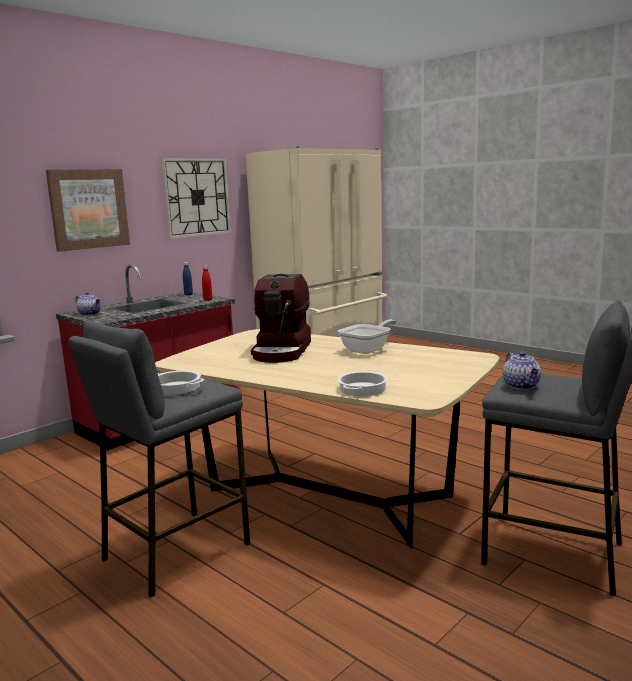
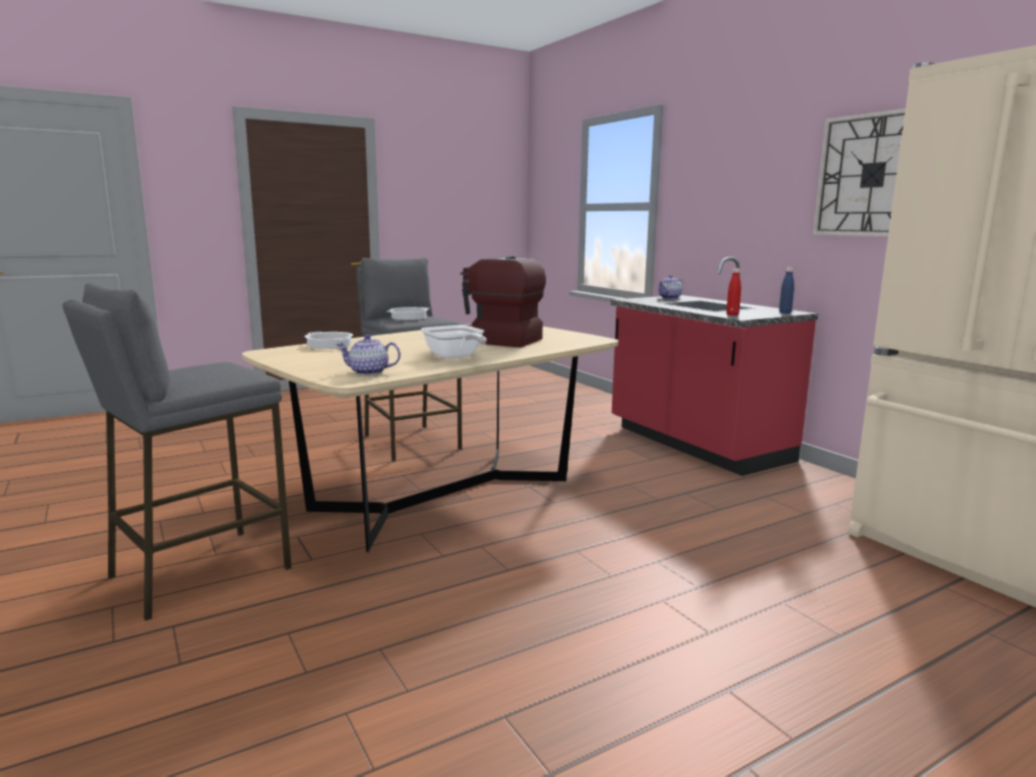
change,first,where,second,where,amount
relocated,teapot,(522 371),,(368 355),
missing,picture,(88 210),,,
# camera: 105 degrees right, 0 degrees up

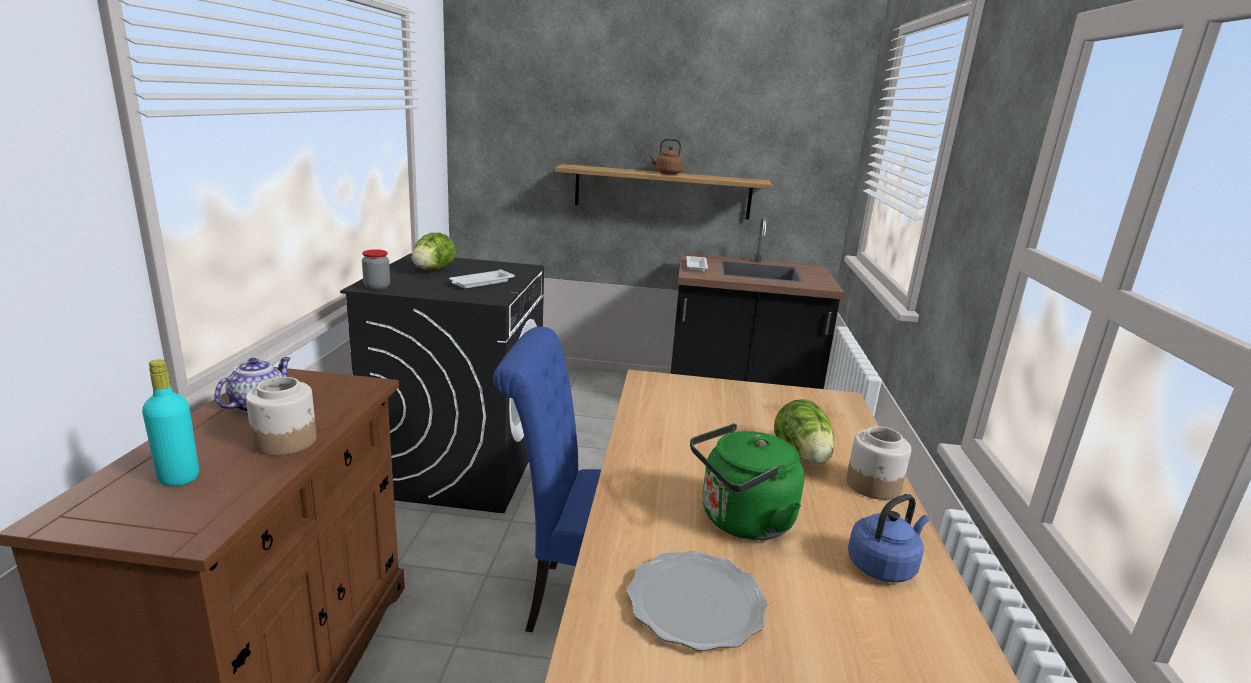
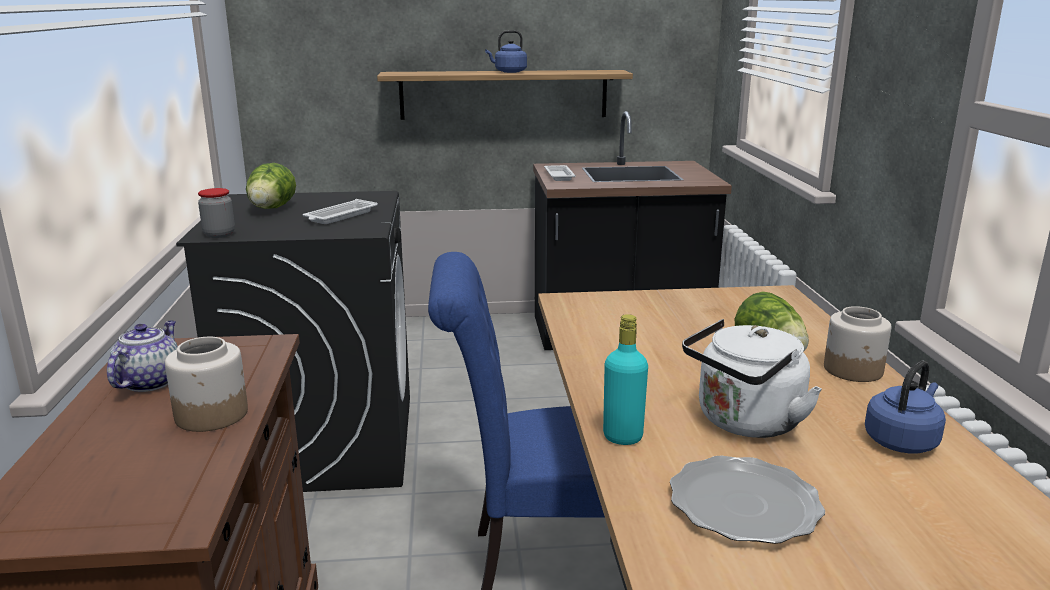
change,first,where,second,where,amount
colour,brown kettle,(665 156),blue kettle,(506 51),
relocated,turquoise bottle,(170 422),,(625 379),
colour,green kettle,(747 481),white kettle,(752 378),
# camera: 10 degrees left, 0 degrees up

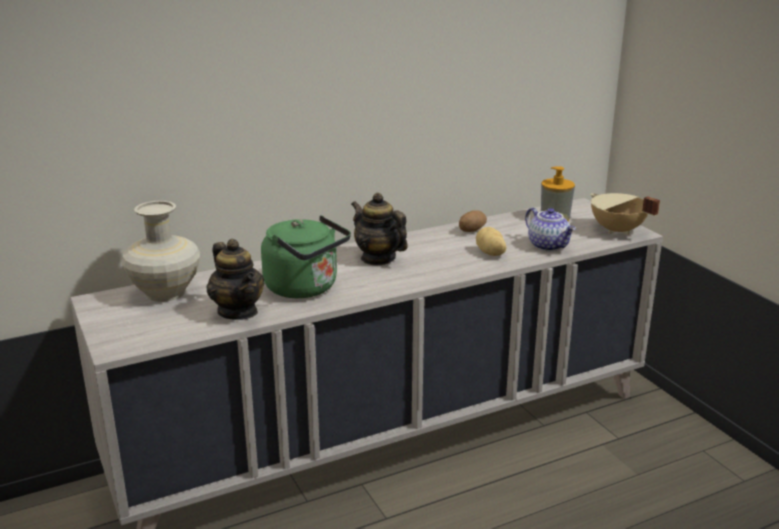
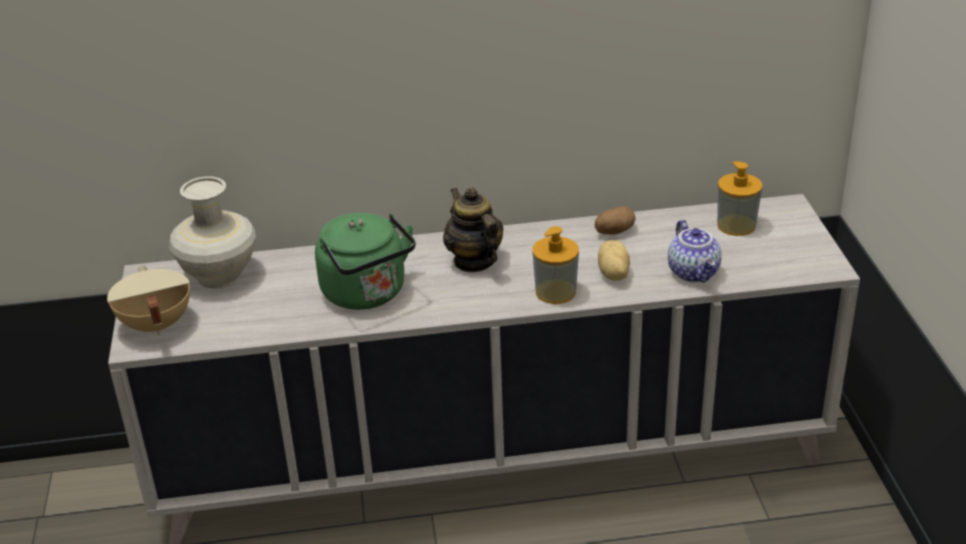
change,first,where,second,where,amount
relocated,beige cooking pot,(625 214),,(148 300),
appeared,,,soap dispenser,(556 265),
missing,teapot,(236 279),,,
# camera: 20 degrees right, 10 degrees up

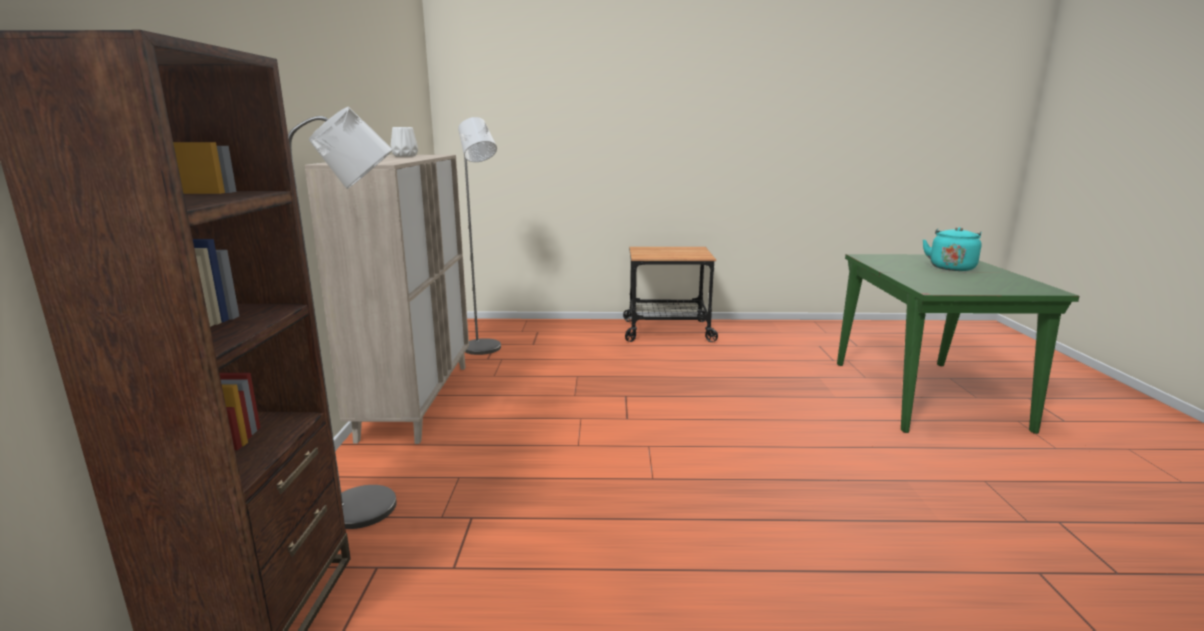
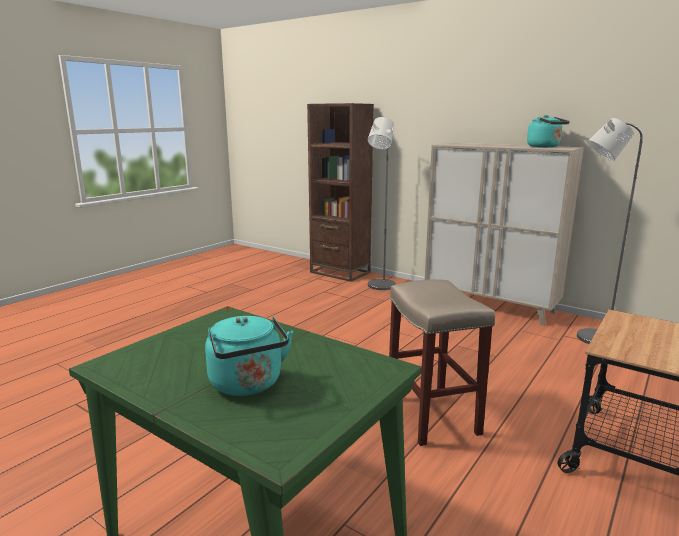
change,first,where,second,where,amount
appeared,,,beige stool,(442 362),
exchanged,white vase,(404 142),turquoise kettle,(548 131),
# camera: 125 degrees right, 0 degrees up

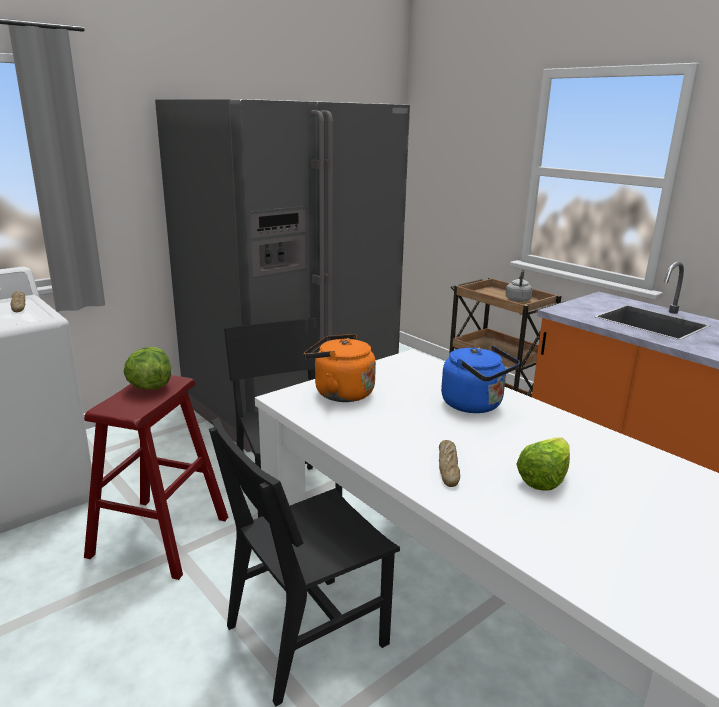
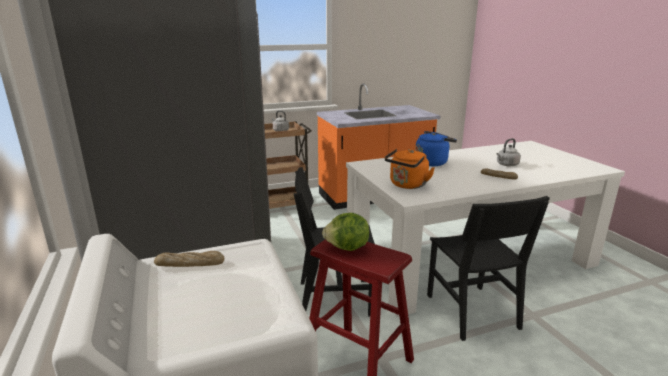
change,first,where,second,where,amount
exchanged,lettuce,(543 463),grey kettle,(509 152),
# camera: 70 degrees left, 0 degrees up

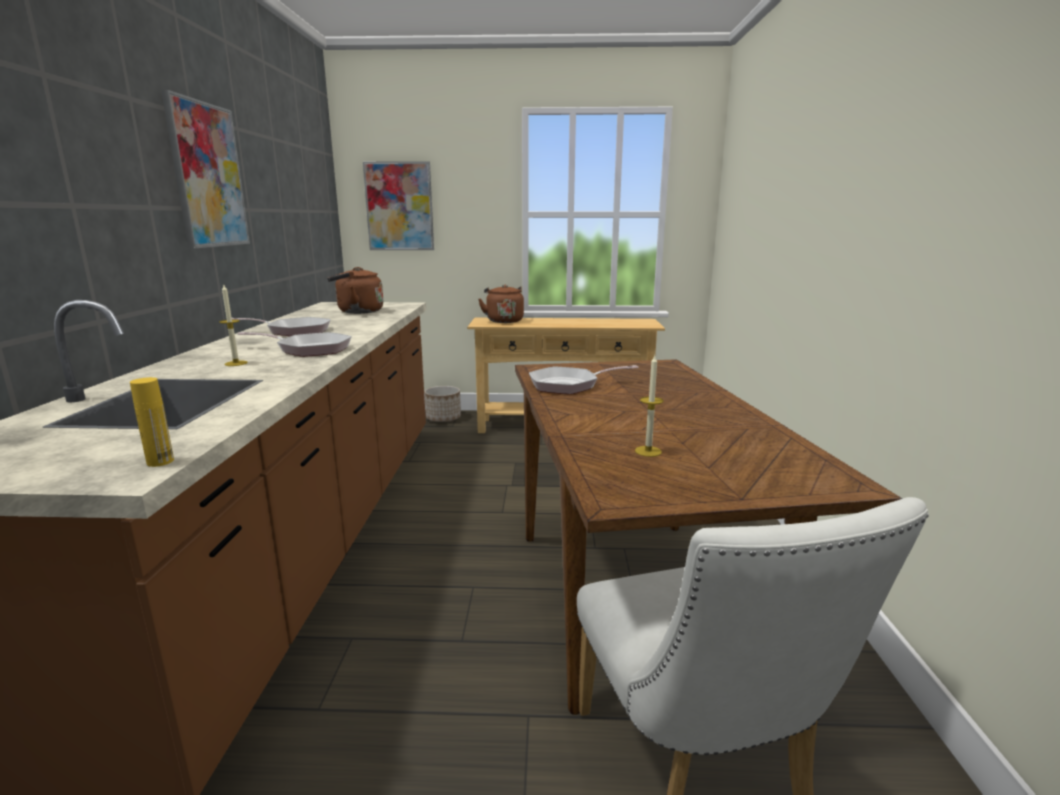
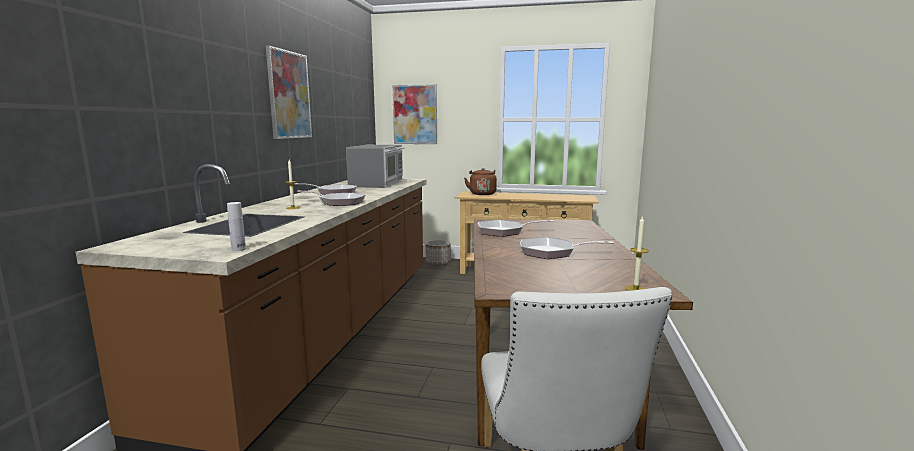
change,first,where,second,where,amount
colour,yellow bottle,(152 422),white bottle,(236 226),
exchanged,brown kettle,(355 290),microwave,(375 166),
appeared,,,frying pan,(567 248),
relocated,candle,(649 406),,(637 254),
# camera: 10 degrees right, 5 degrees down

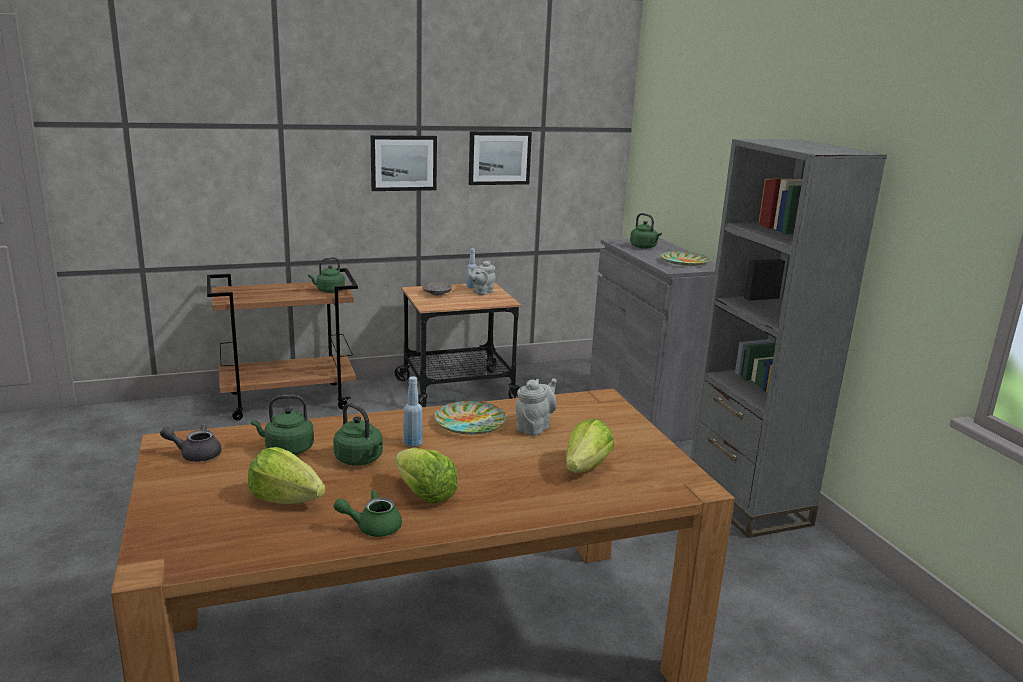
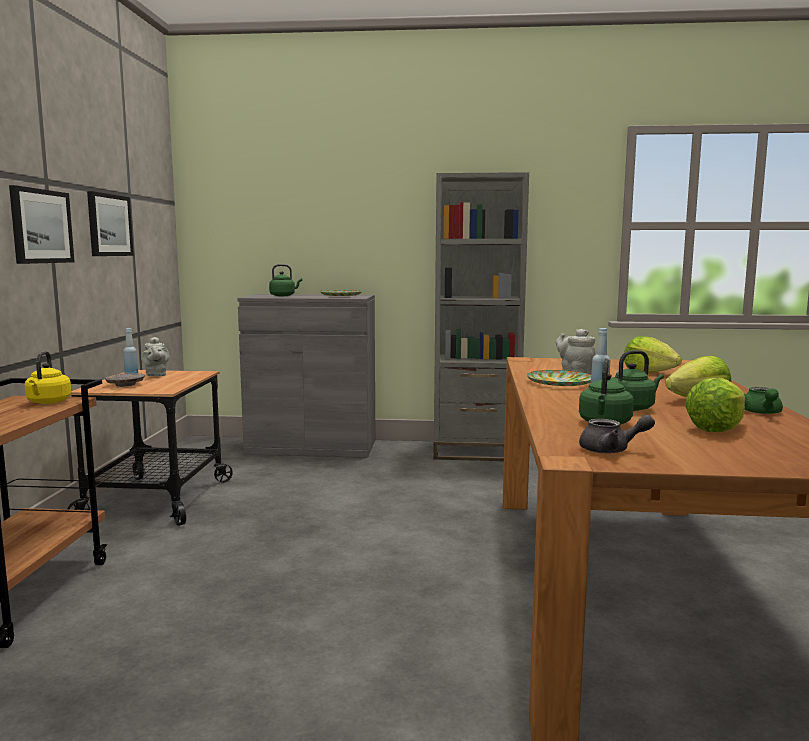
change,first,where,second,where,amount
colour,green kettle,(326 275),yellow kettle,(48 377),
spun,grey teapot,(190 442),,(617 434),105 degrees counterclockwise
# camera: 65 degrees left, 10 degrees down

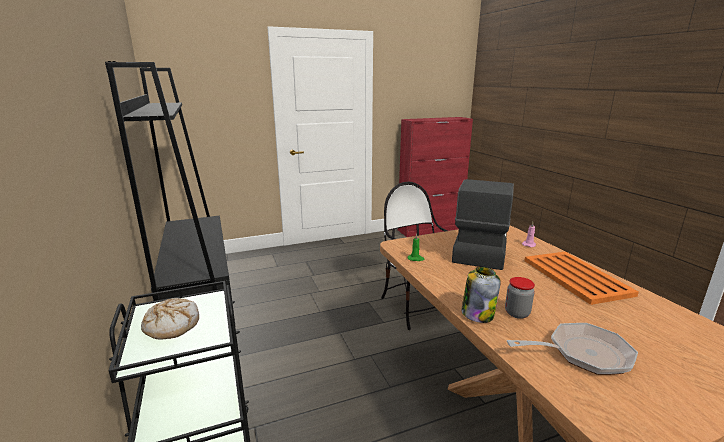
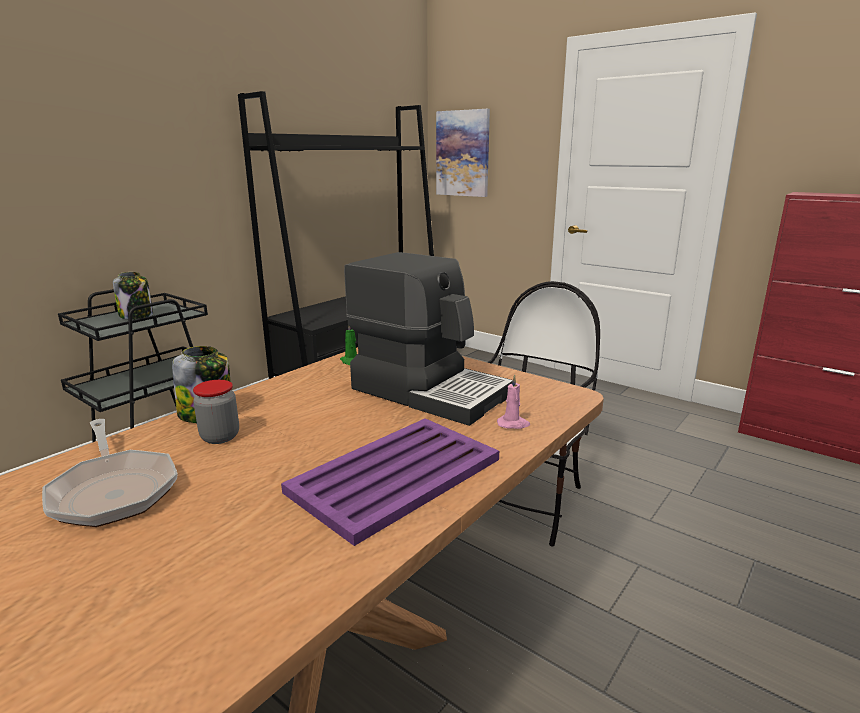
change,first,where,second,where,amount
exchanged,bread,(170 319),jar,(133 296),
colour,orange tray,(582 278),purple tray,(390 482),
spun,coffee machine,(483 224),,(428 339),45 degrees clockwise
appeared,,,picture,(463 153),
# camera: 60 degrees right, 0 degrees up

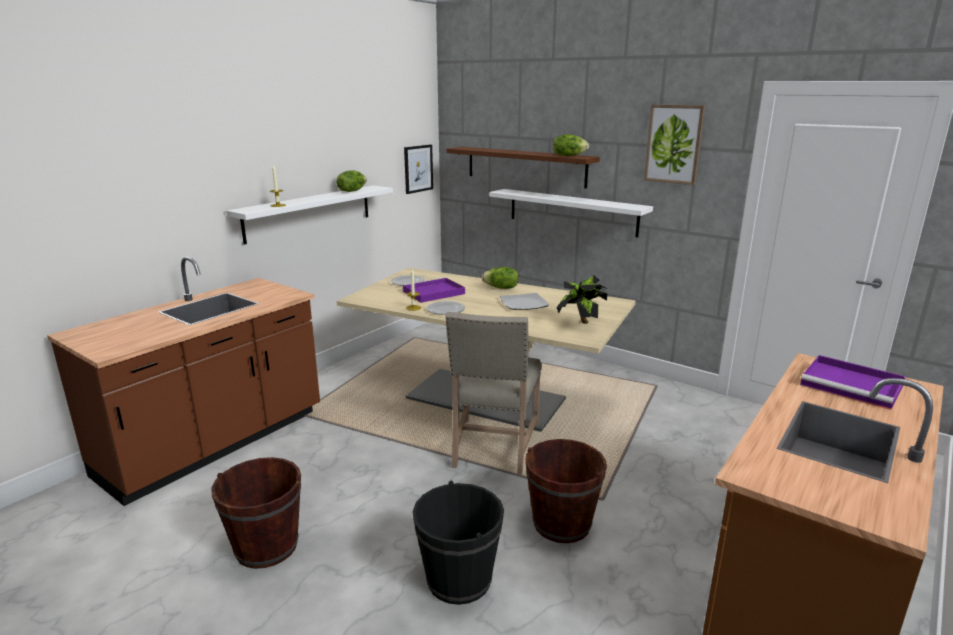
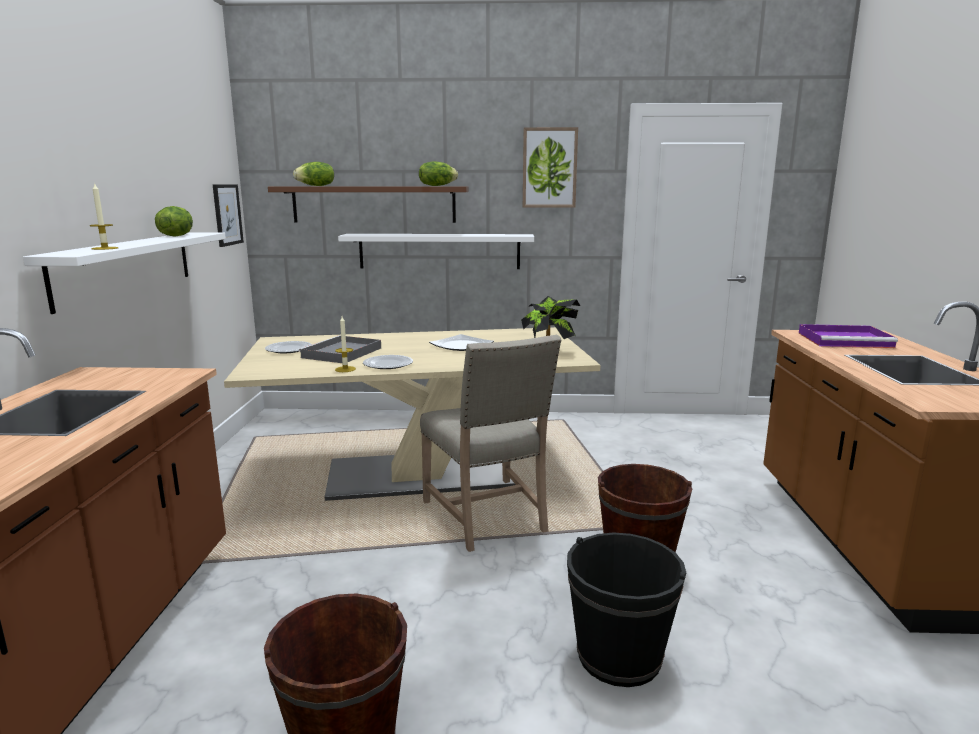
change,first,where,second,where,amount
relocated,lettuce,(500 278),,(313 174),
colour,purple tray,(433 290),grey tray,(340 349),
# camera: 35 degrees left, 5 degrees down

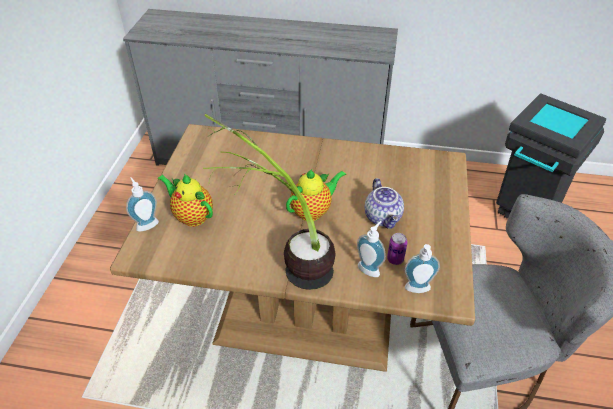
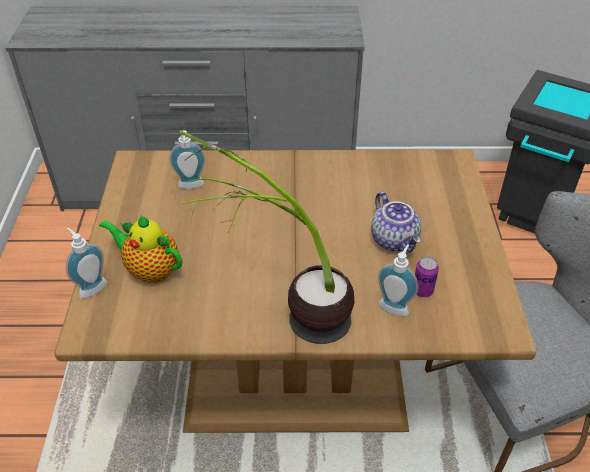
change,first,where,second,where,amount
relocated,soap dispenser,(422 268),,(187 159),
missing,teapot,(316 195),,,
# camera: 10 degrees left, 0 degrees up

